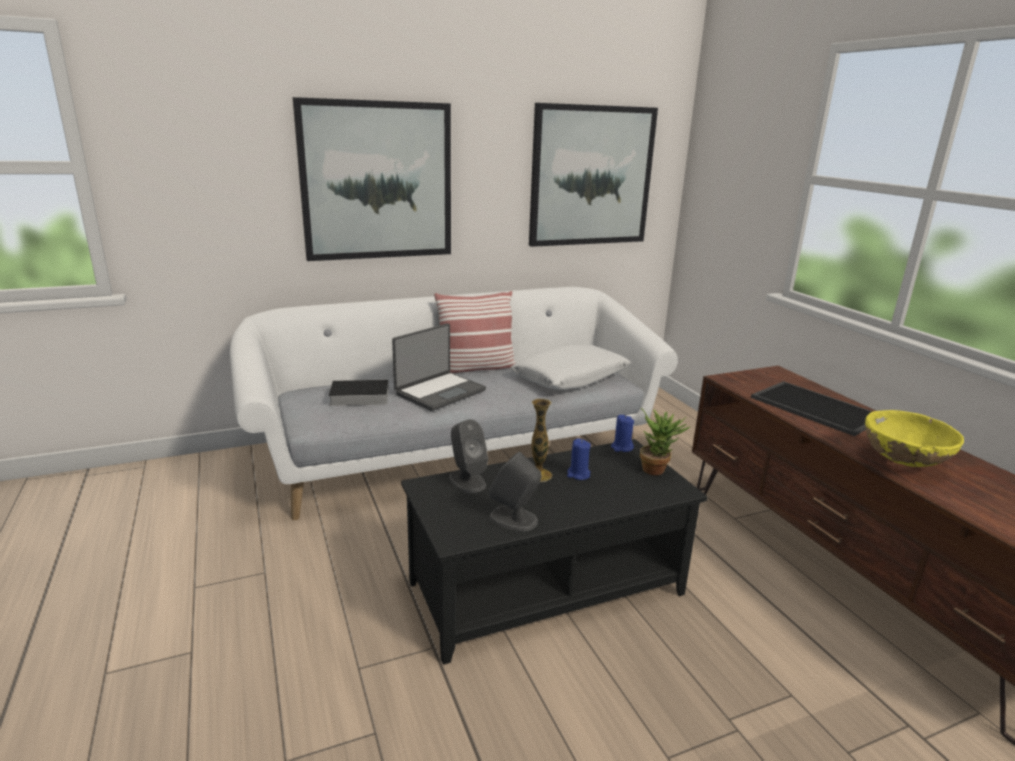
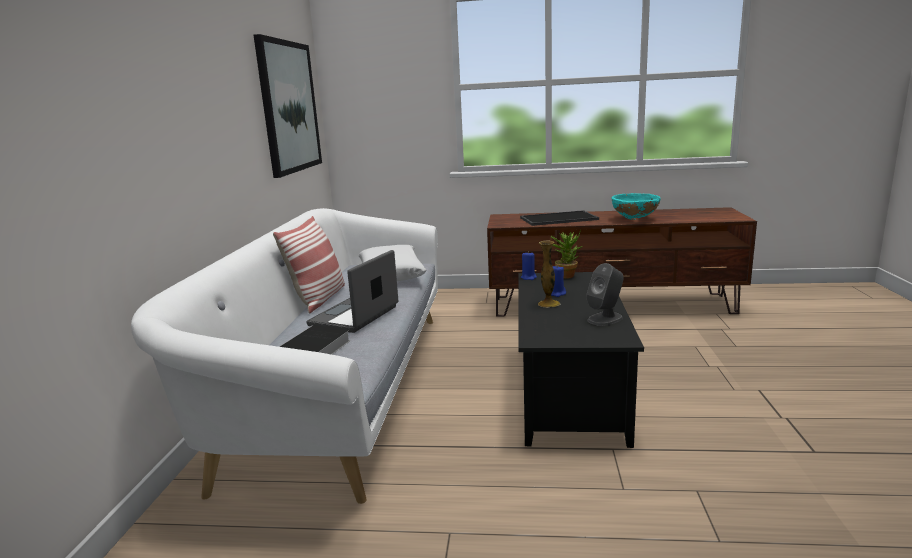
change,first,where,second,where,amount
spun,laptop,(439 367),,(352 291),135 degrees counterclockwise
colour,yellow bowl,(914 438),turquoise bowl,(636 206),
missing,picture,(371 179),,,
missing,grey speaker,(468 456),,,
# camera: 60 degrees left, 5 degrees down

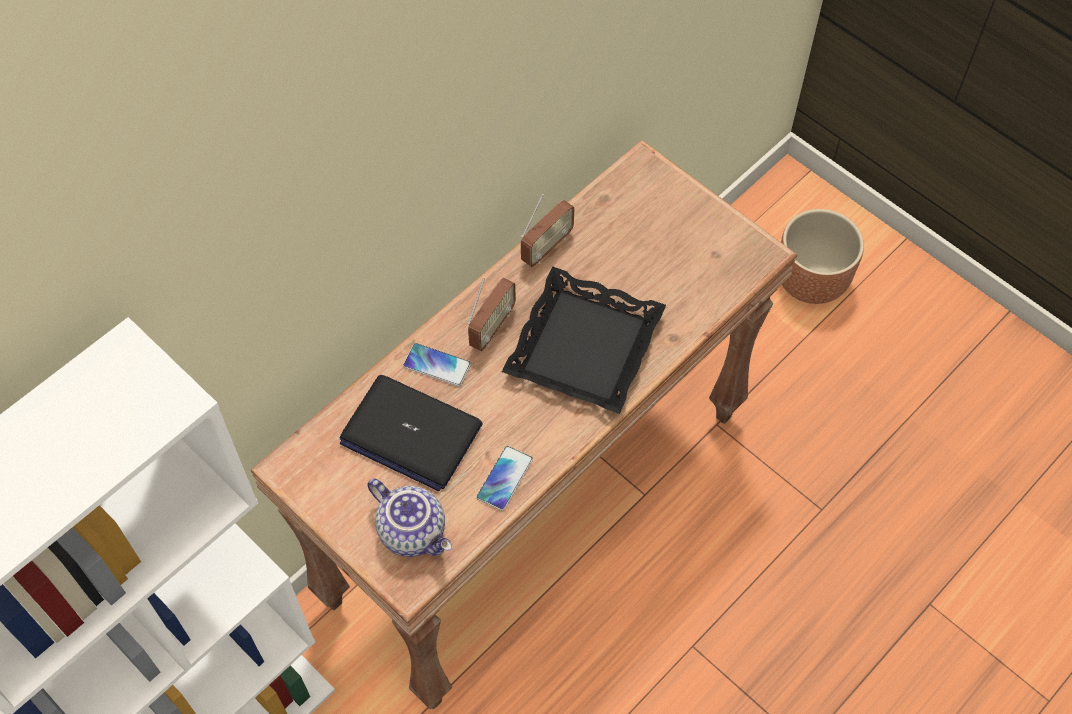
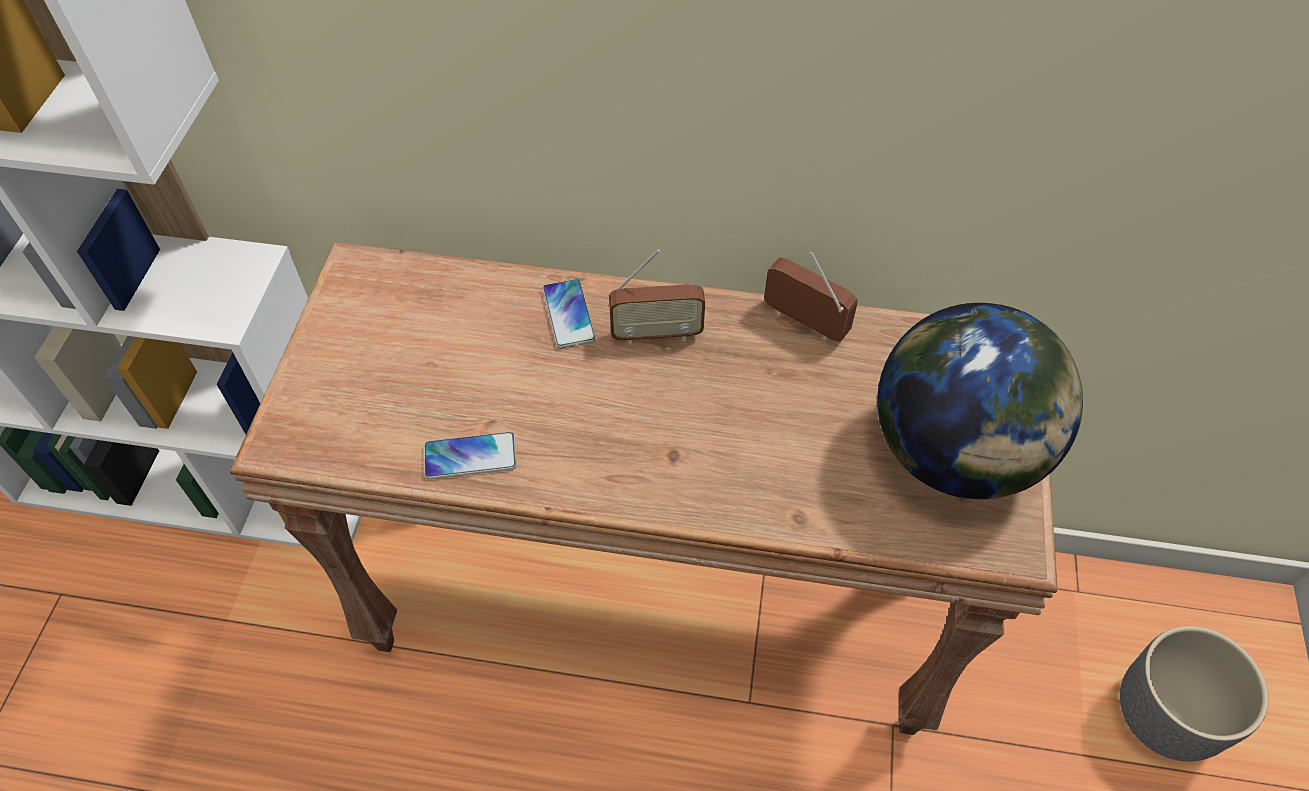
change,first,where,second,where,amount
spun,radio,(547 230),,(811 296),150 degrees counterclockwise
appeared,,,globe,(980 401),
colour,brown planter,(822 256),grey planter,(1194 694),
missing,laptop,(411 433),,,
missing,teapot,(409 517),,,
missing,black tray,(584 340),,,
# camera: 55 degrees right, 5 degrees down

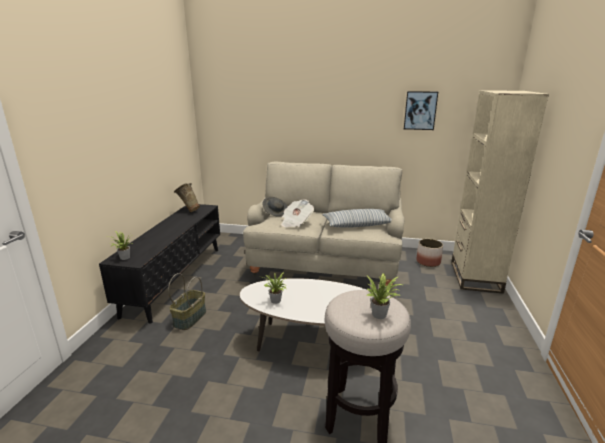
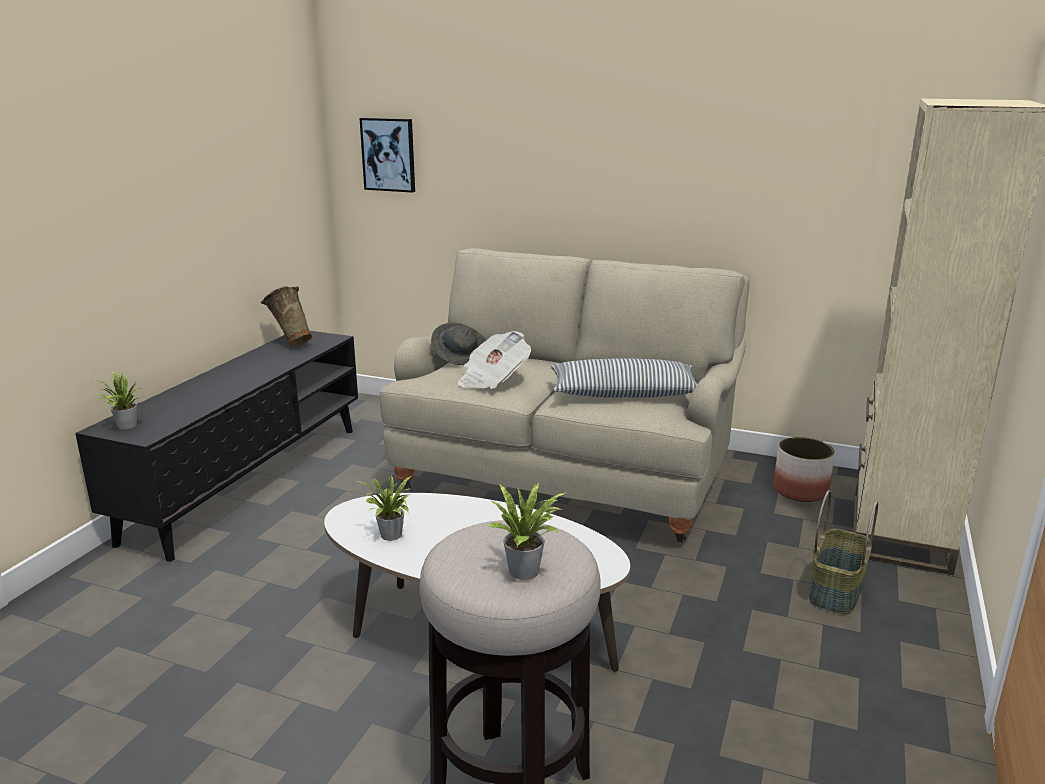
change,first,where,second,where,amount
relocated,picture,(421 110),,(387 155),
relocated,basket,(187 301),,(843 552),
# camera: 10 degrees right, 0 degrees up

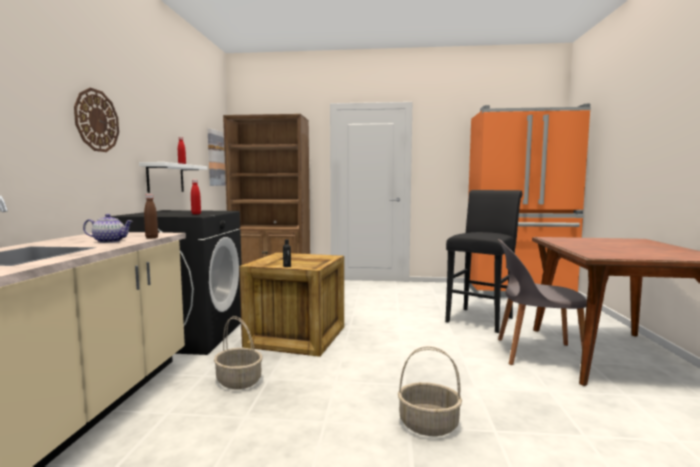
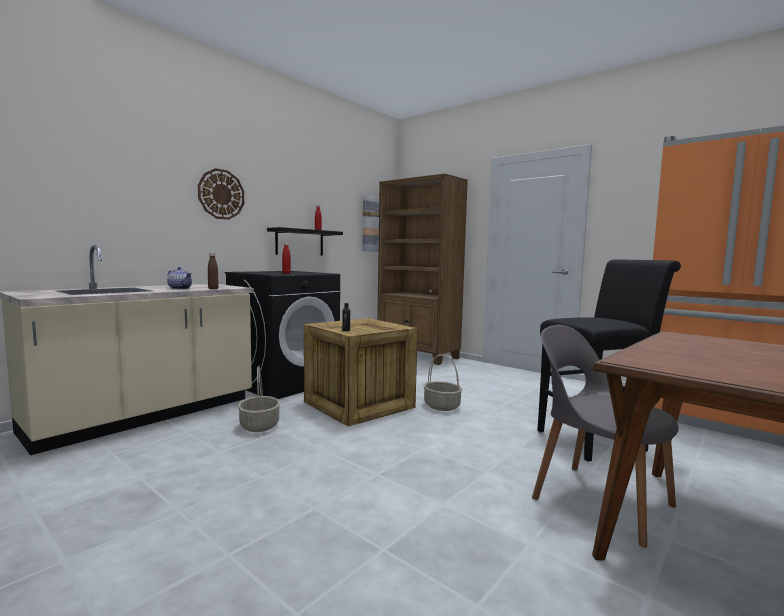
change,first,where,second,where,amount
colour,white shelf,(173 177),black shelf,(305 241),
relocated,basket,(430 391),,(443 382),
# camera: 35 degrees right, 0 degrees up

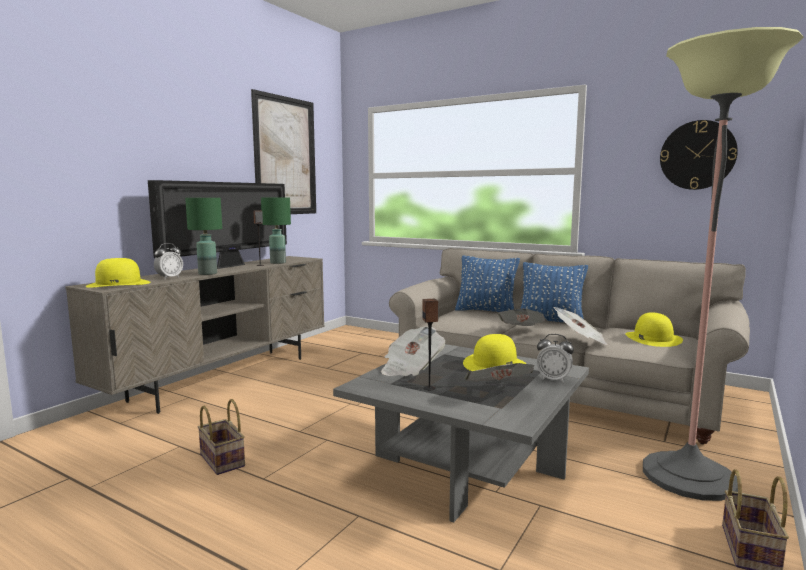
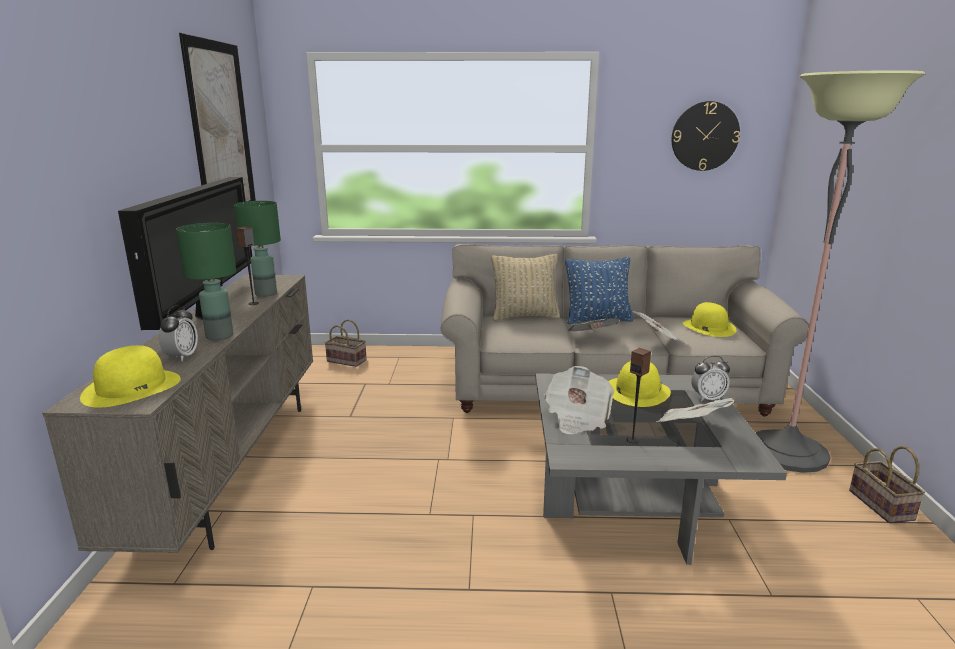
change,first,where,second,where,amount
relocated,basket,(221 437),,(346 343),
colour,blue pillow,(487 283),beige pillow,(525 287),
# camera: 30 degrees left, 10 degrees up

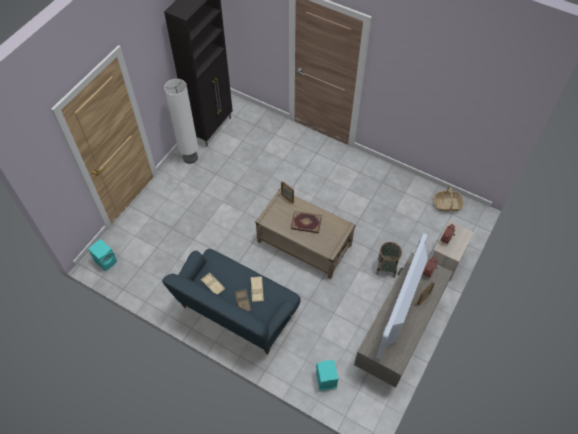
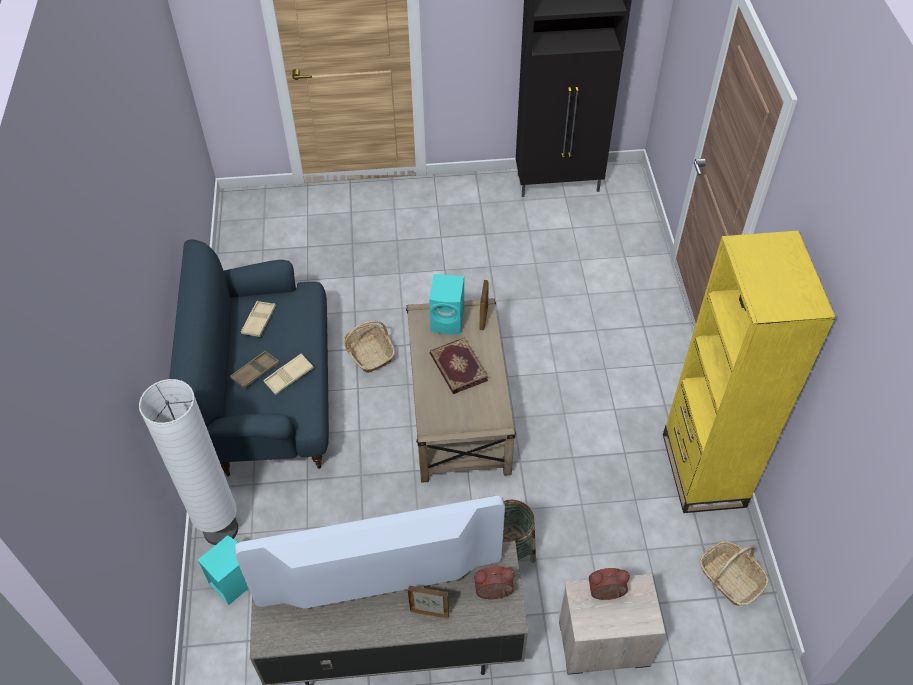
change,first,where,second,where,amount
relocated,white floor lamp,(181 121),,(188 462),
appeared,,,basket,(369 346),
relocated,turquoise speaker,(102 255),,(446 304),
appeared,,,yellow bookcase,(749 371),
# camera: 55 degrees right, 5 degrees down

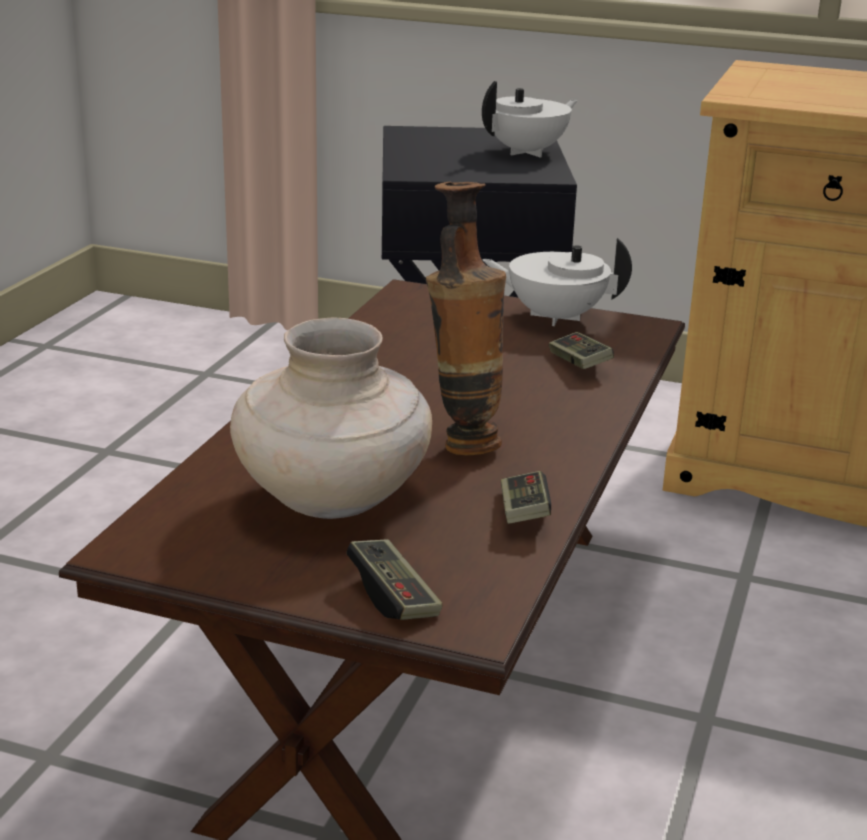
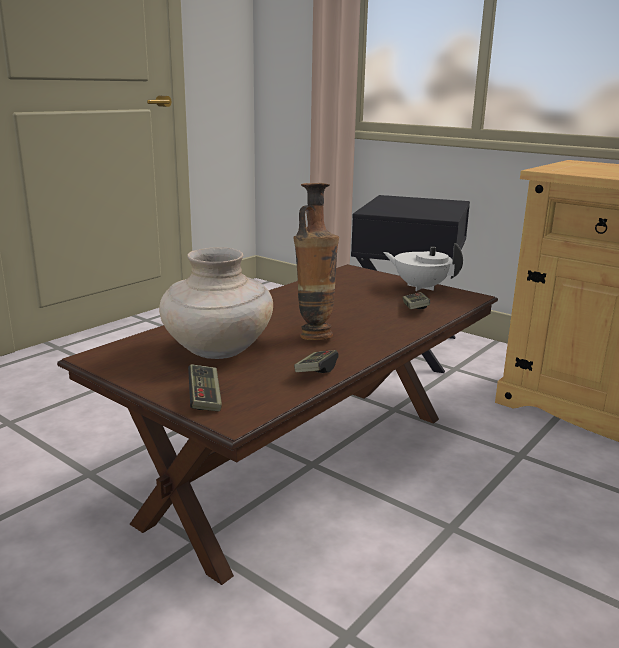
change,first,where,second,where,amount
missing,white teapot,(530 119),,,
# camera: 20 degrees right, 5 degrees down

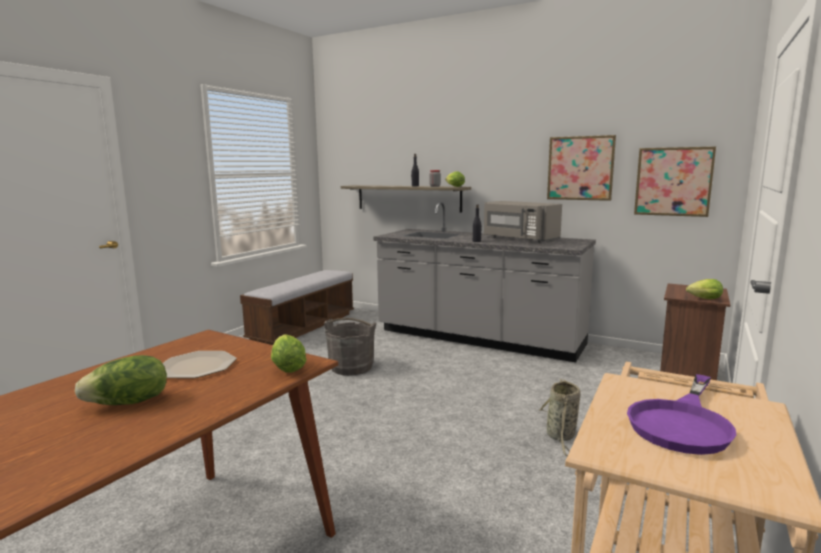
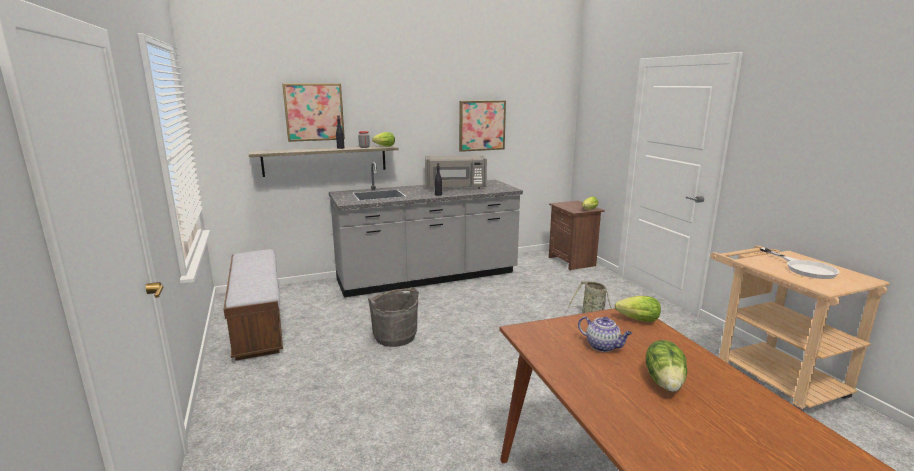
change,first,where,second,where,amount
relocated,picture,(675 182),,(313 112),
exchanged,plate,(199 364),teapot,(605 334),
colour,purple frying pan,(682 414),white frying pan,(800 263),
# camera: 50 degrees left, 5 degrees up

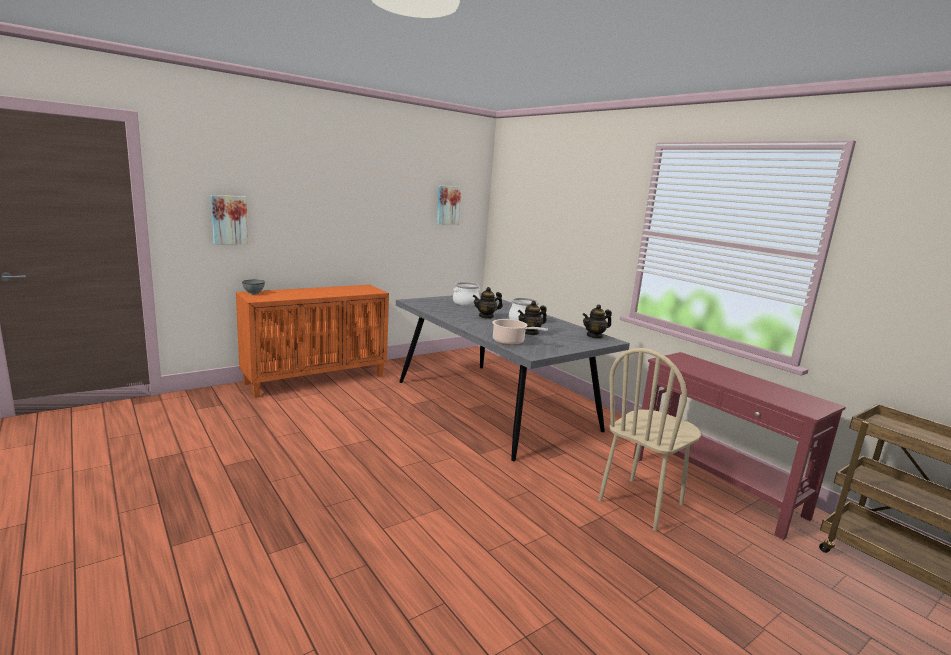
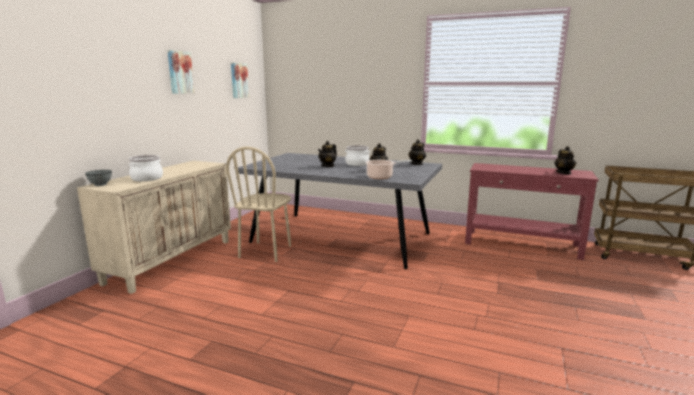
change,first,where,second,where,amount
colour,orange cabinet,(312 341),beige cabinet,(154 227),
relocated,cooking pot,(466 294),,(146 168),
relocated,picture,(229 220),,(180 72),
relocated,beige chair,(649 439),,(258 204),
appeared,,,teapot,(565 160),
# camera: 30 degrees left, 0 degrees up

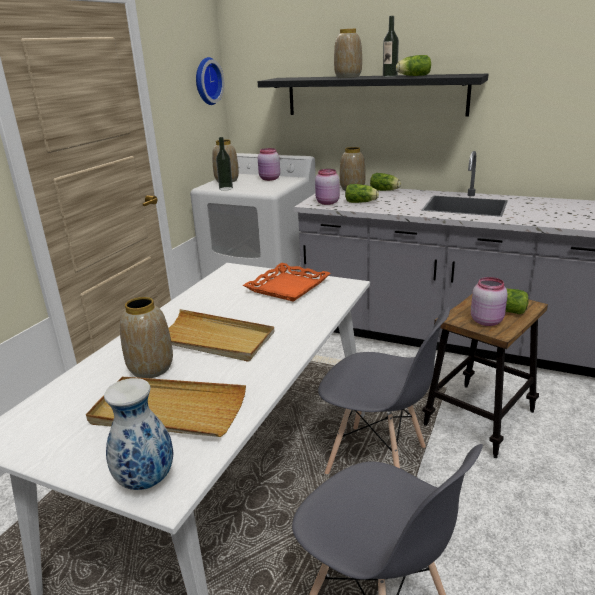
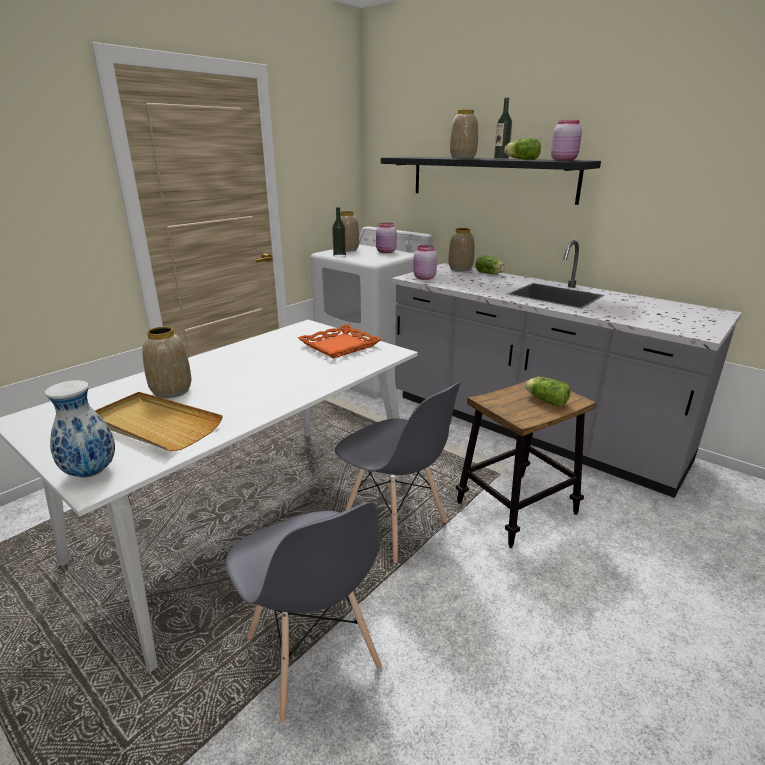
change,first,where,second,where,amount
relocated,pink jar,(489 301),,(566 140),
missing,beige tray,(222 335),,,
missing,wall clock,(210 81),,,
missing,lettuce,(362 193),,,
# camera: 15 degrees right, 0 degrees up

